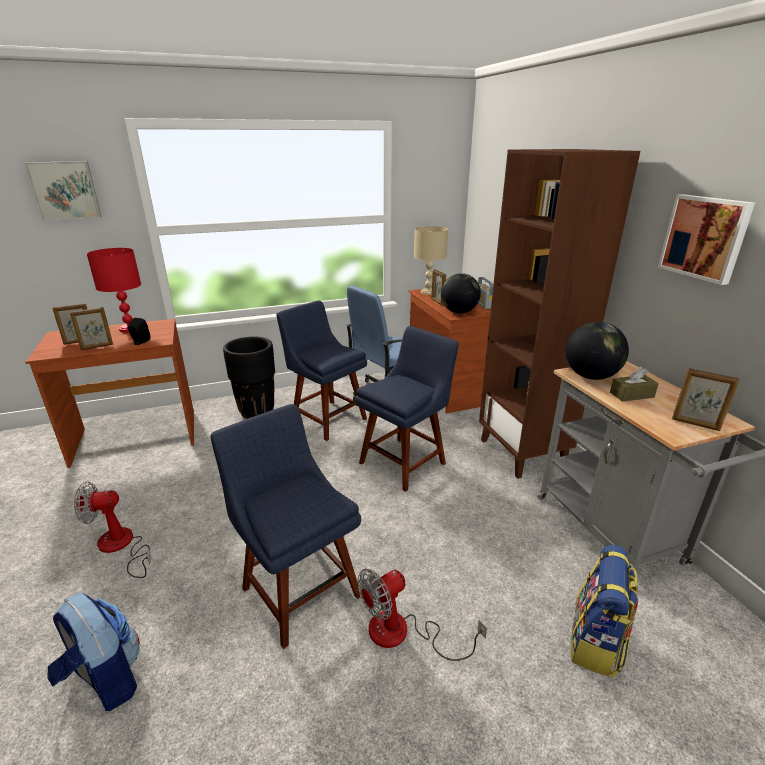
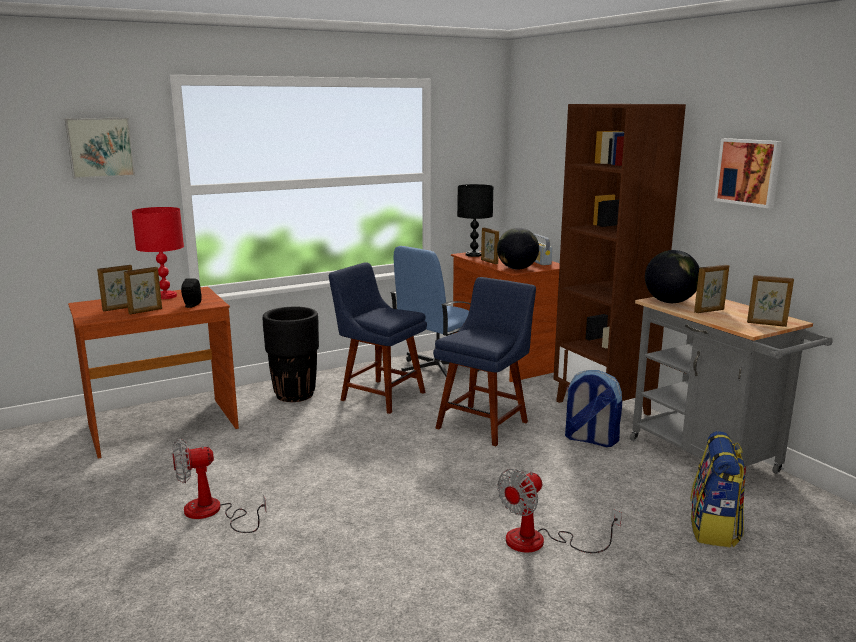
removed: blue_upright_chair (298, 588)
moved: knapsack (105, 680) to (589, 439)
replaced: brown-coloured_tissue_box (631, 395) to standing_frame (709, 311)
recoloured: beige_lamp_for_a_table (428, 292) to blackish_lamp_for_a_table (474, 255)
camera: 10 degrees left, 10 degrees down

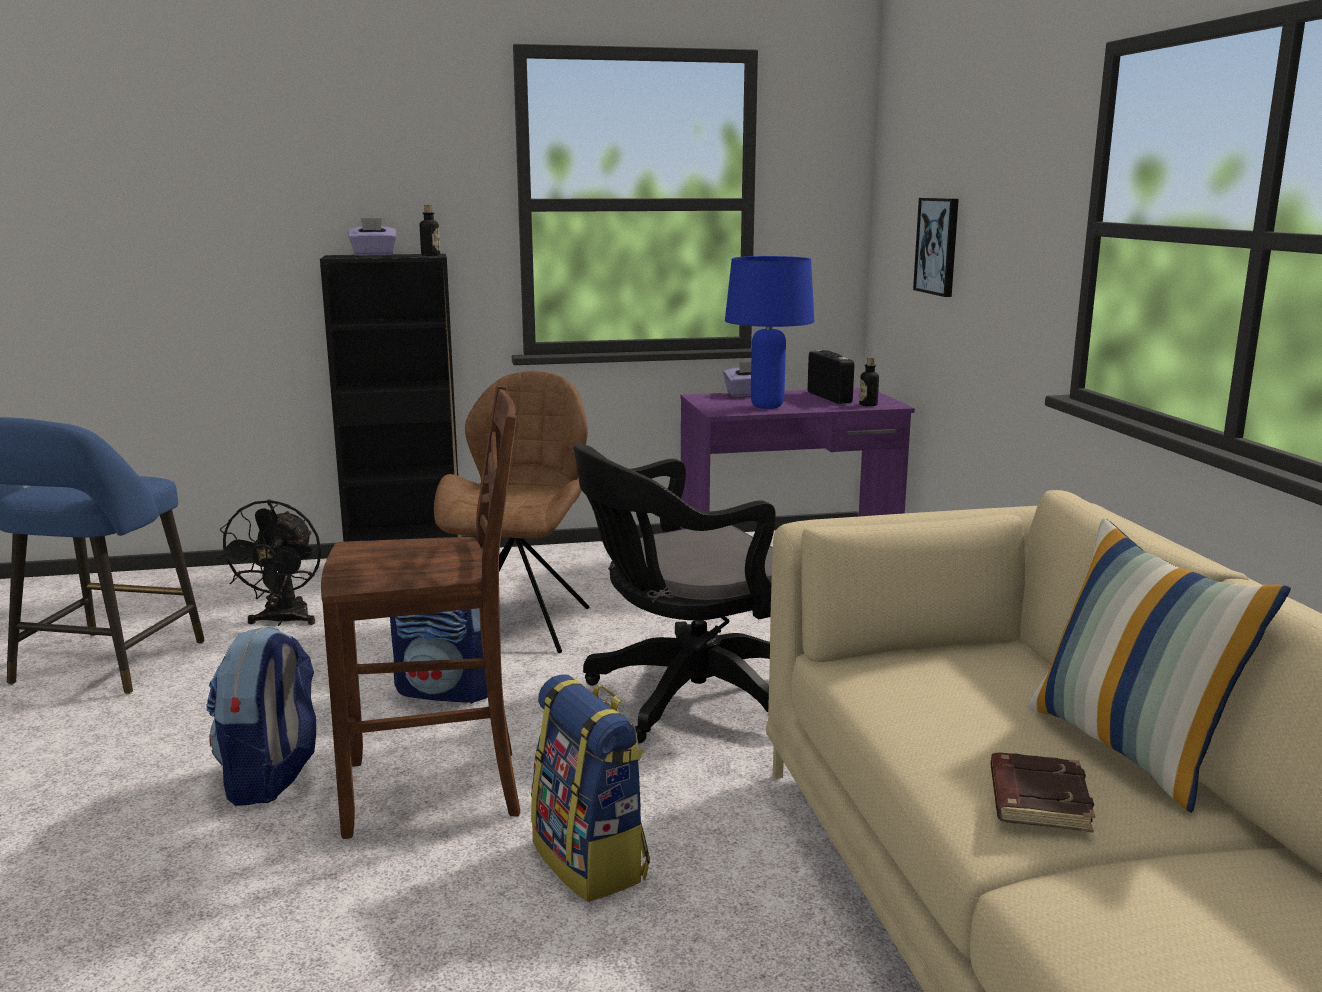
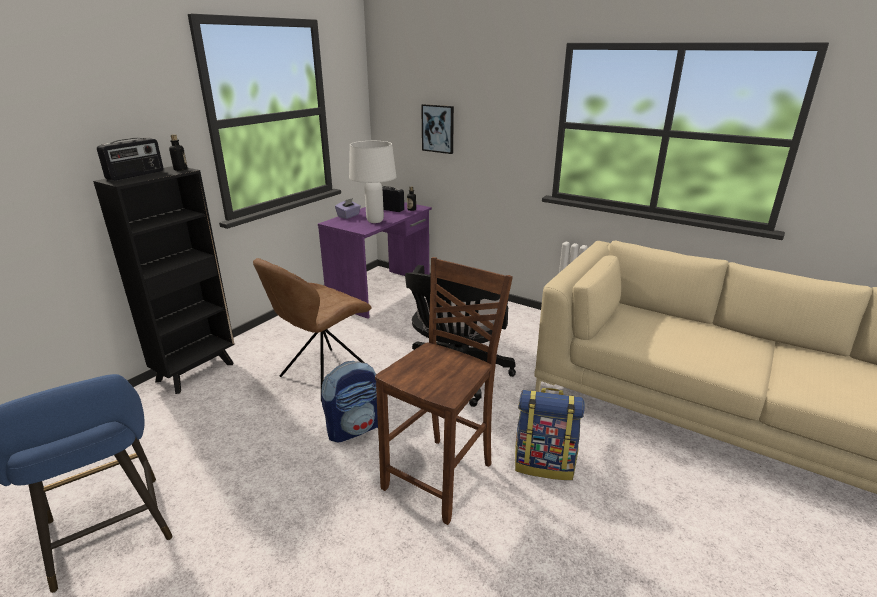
removed: blackish_cooling_fan (283, 621); throw_pillow (1131, 749); knapsack (271, 778); brown-coloured_bound_book (1036, 799)
replaced: purple_tissue_box (374, 255) to radio (136, 175)
recoloured: blue_lamp_for_a_table (767, 406) to whitish_lamp_for_a_table (375, 221)
turned: brown-coloured_upright_chair (521, 623) = (324, 375) 105 degrees counterclockwise
camera: 45 degrees left, 10 degrees up

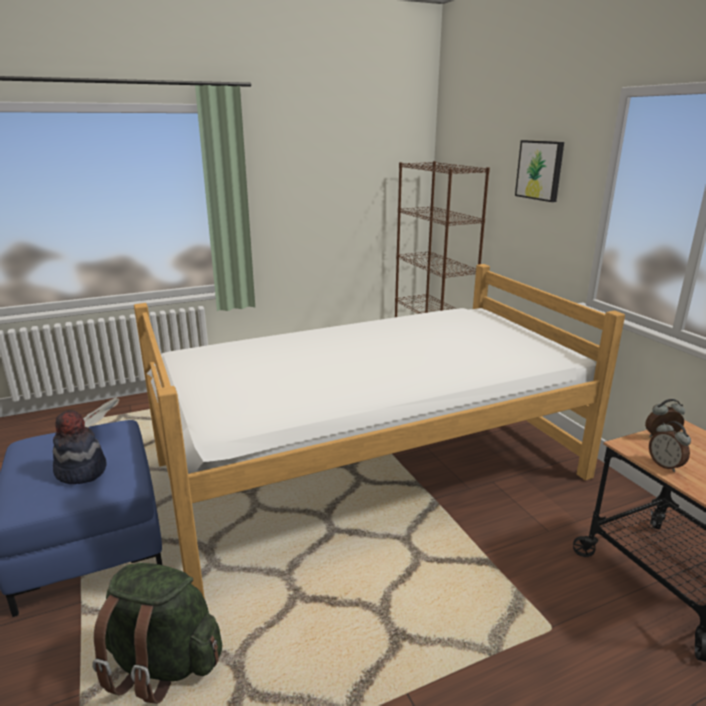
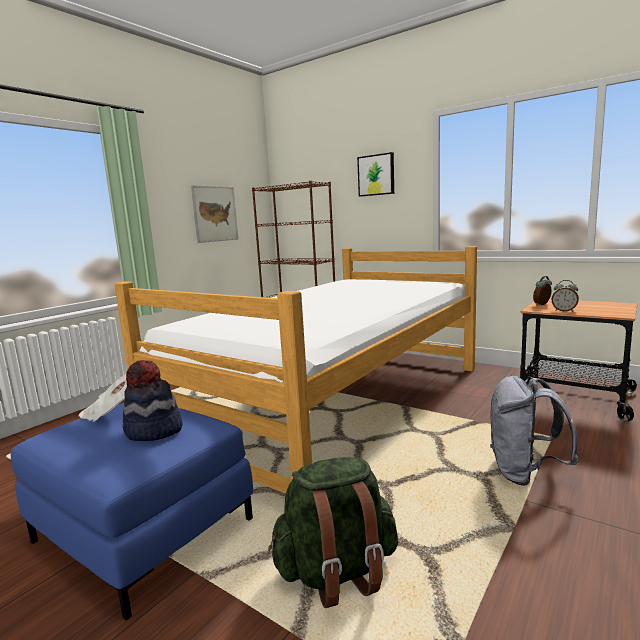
added: wall_art (215, 214); gray_knapsack (524, 473)
camera: 30 degrees left, 10 degrees down

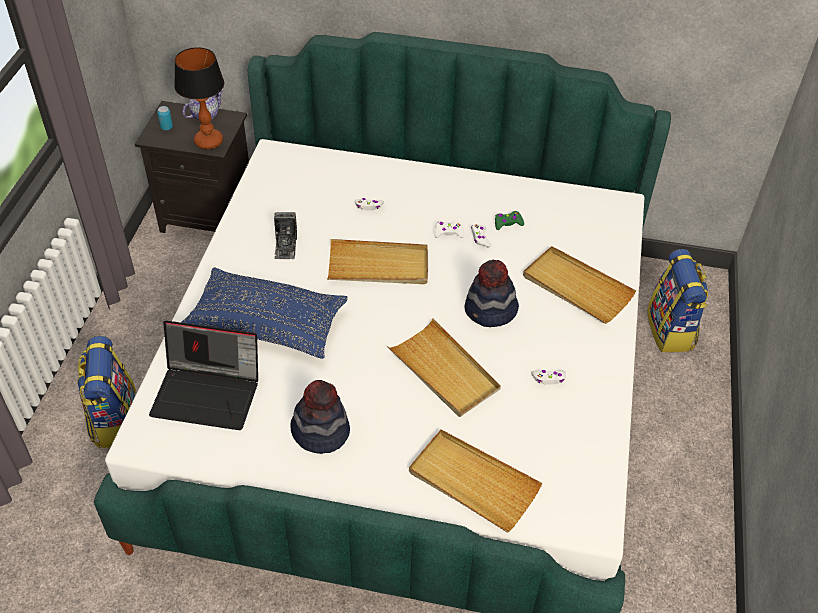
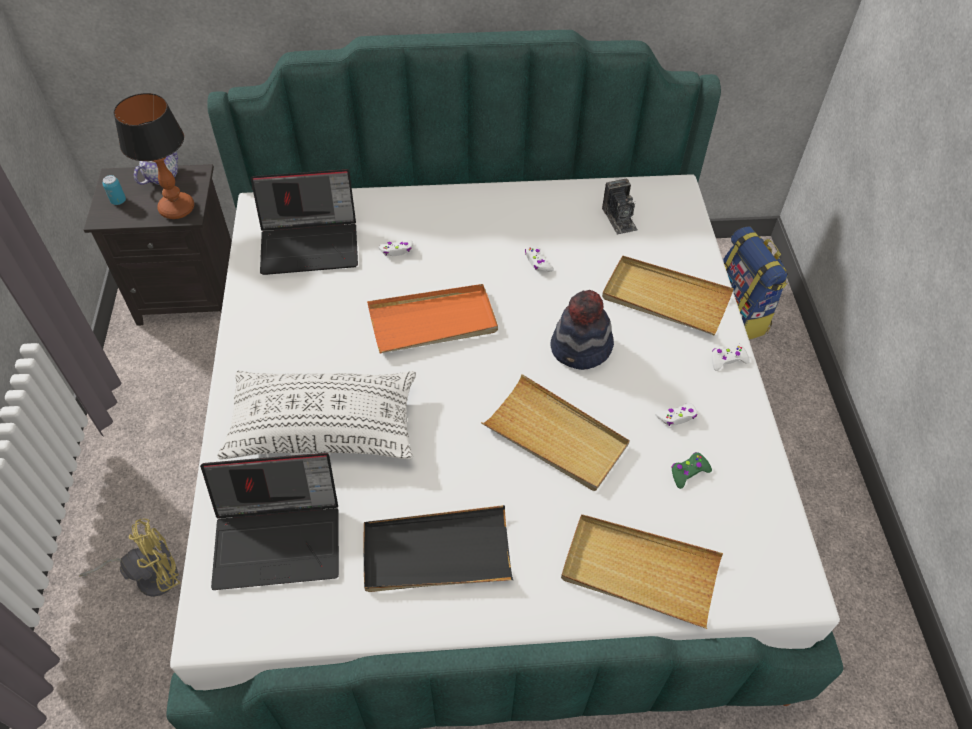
added: laptop (311, 243)
moved: green-coloured_joypad (507, 223) to (688, 472); still_camera (285, 246) to (619, 218); whitish_joypad (448, 233) to (727, 360)
replaced: knapsack (114, 420) to yellow-coloured_cooling_fan (150, 575); hat (320, 431) to blackish_serving_tray (436, 553)
recoloured: beige_serving_tray (378, 266) to orangey_serving_tray (433, 322); blue_throw_pillow (267, 324) to whitish_throw_pillow (324, 427)
camera: 15 degrees left, 5 degrees up

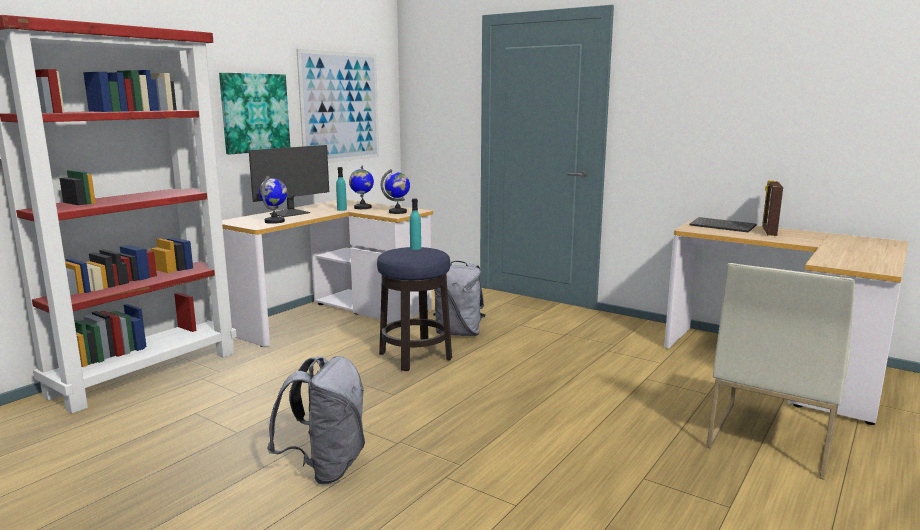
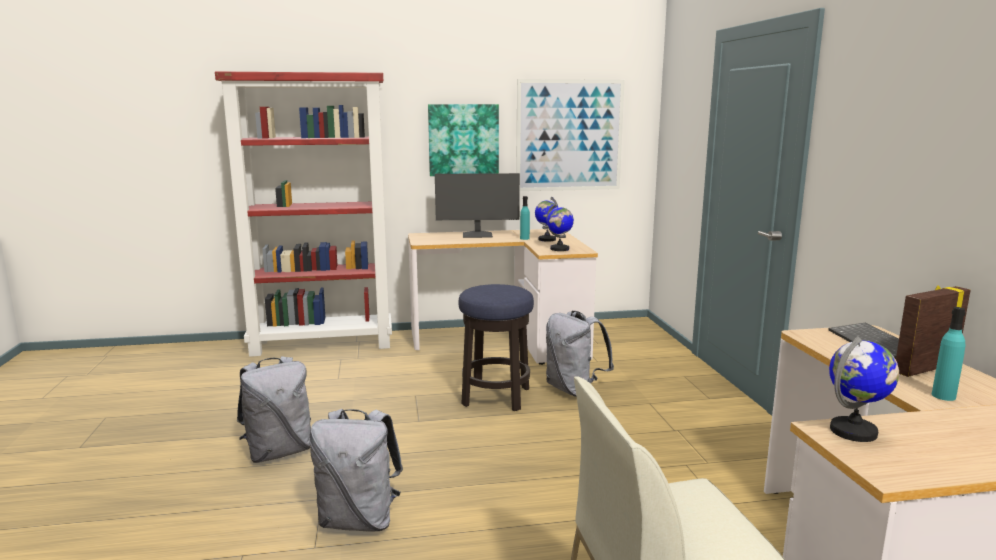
added: gray_knapsack (359, 520)
moved: world_globe (275, 221) to (854, 432); turquoise_drink_bottle (415, 248) to (943, 396)
camera: 45 degrees right, 0 degrees up

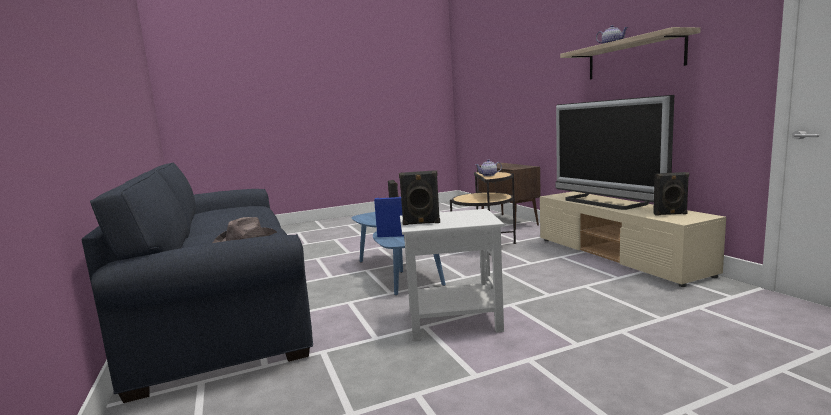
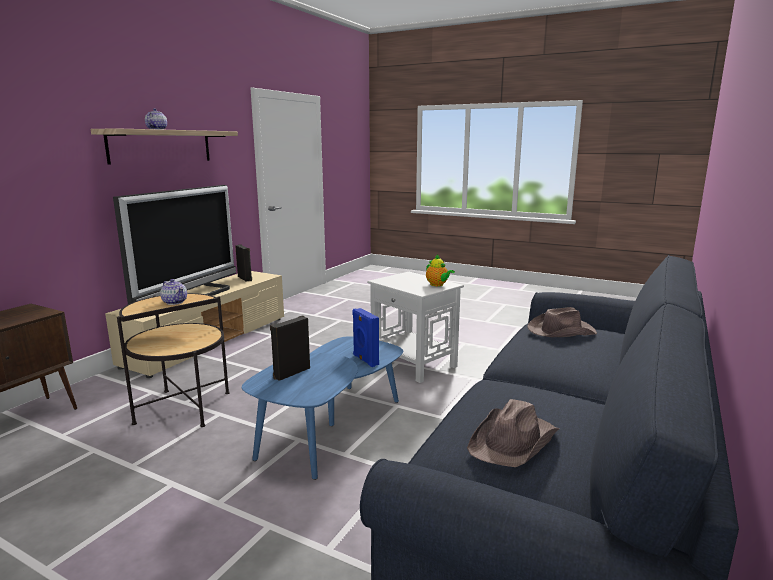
added: brown-coloured_hat (514, 441)
replaced: blackish_speaker (421, 223) to pot_for_tea (438, 285)
camera: 130 degrees left, 5 degrees up

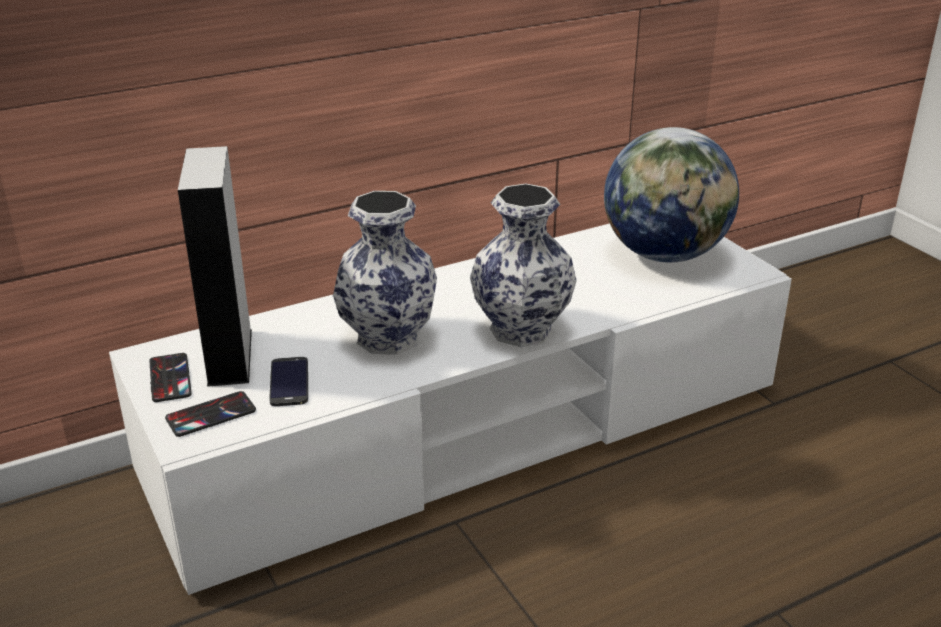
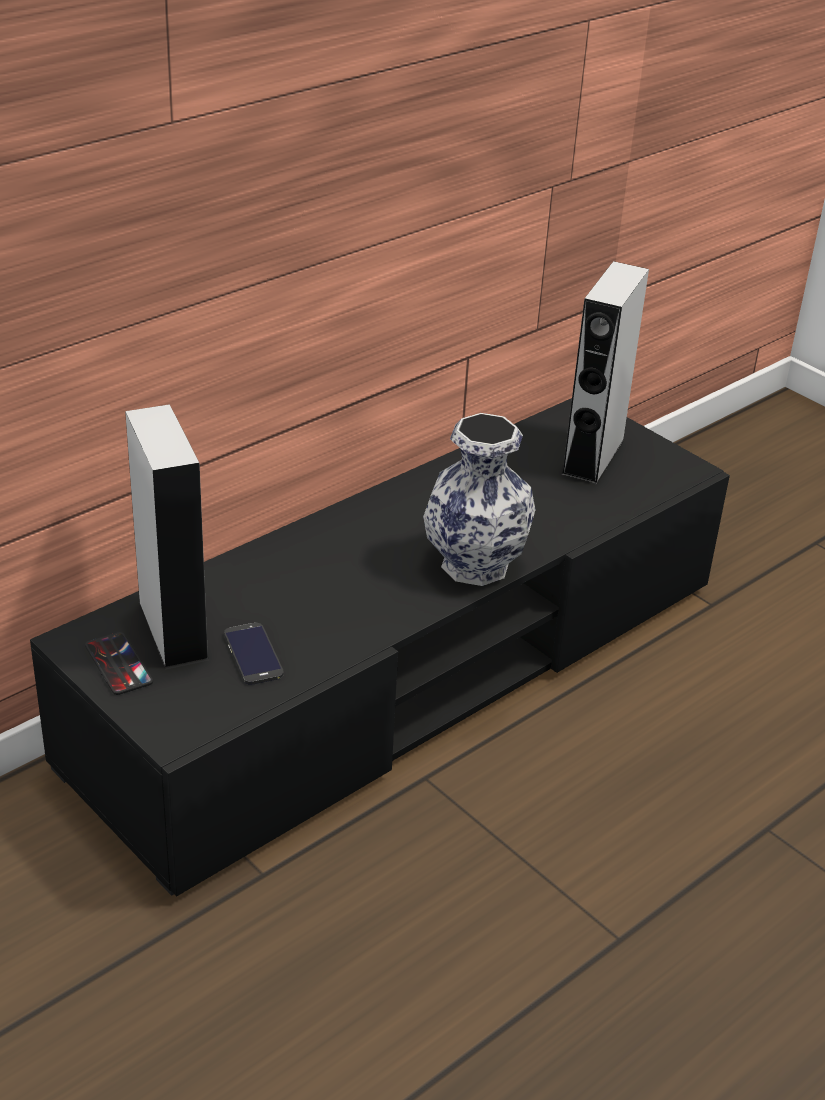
removed: vase (389, 337); handset (211, 414)
replaced: world_globe (665, 254) to gray_speaker (593, 457)
recoloured: whitish_media_console (470, 430) to blackish_media_console (405, 672)
camera: 15 degrees left, 5 degrees up

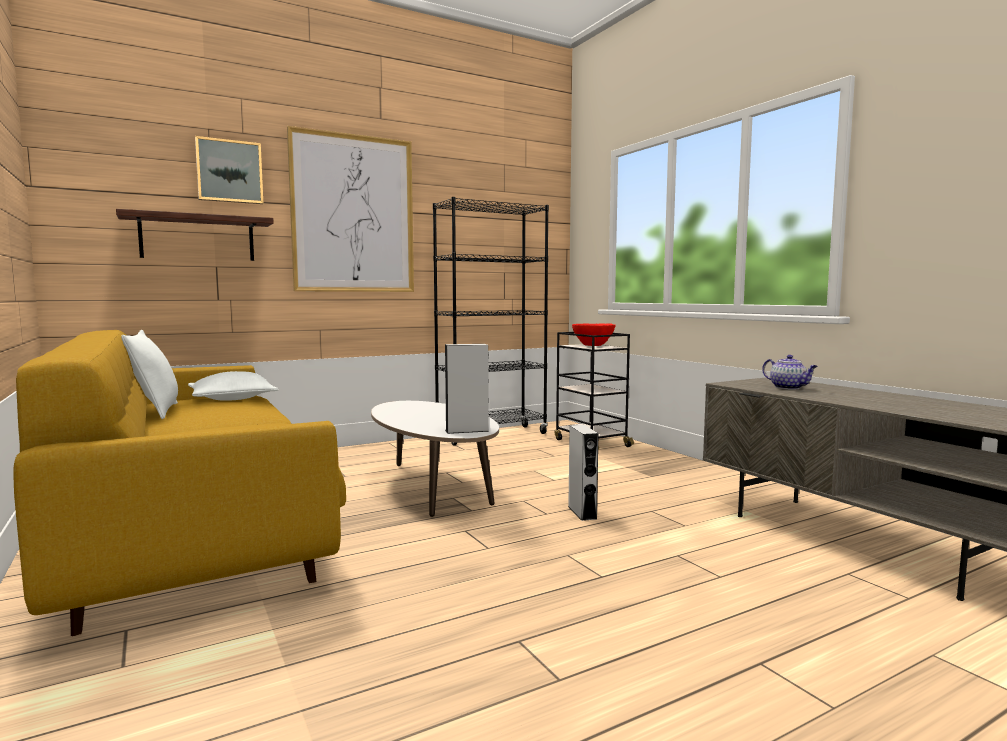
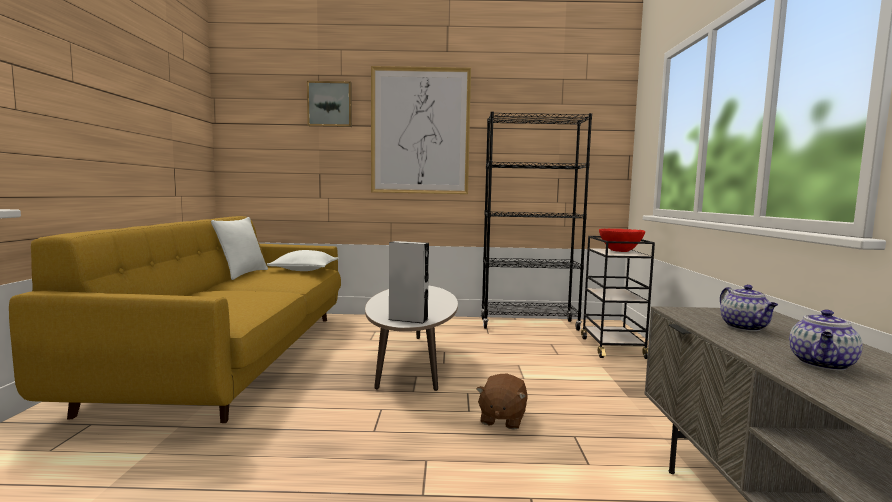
removed: wall_shelf (198, 238)
added: pot_for_tea (822, 364)
replaced: gray_speaker (582, 512) to brown-coloured_plush_toy (502, 419)
camera: 30 degrees right, 0 degrees up

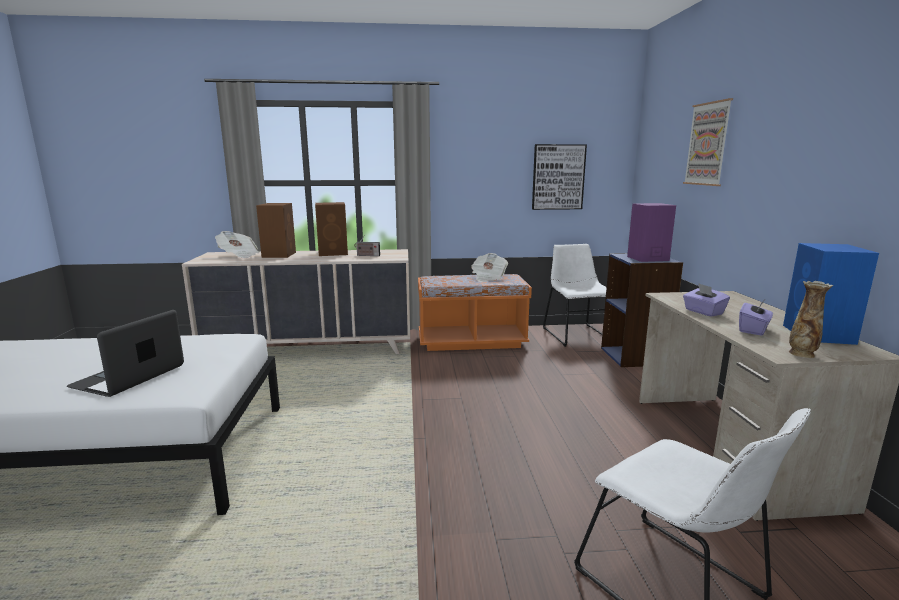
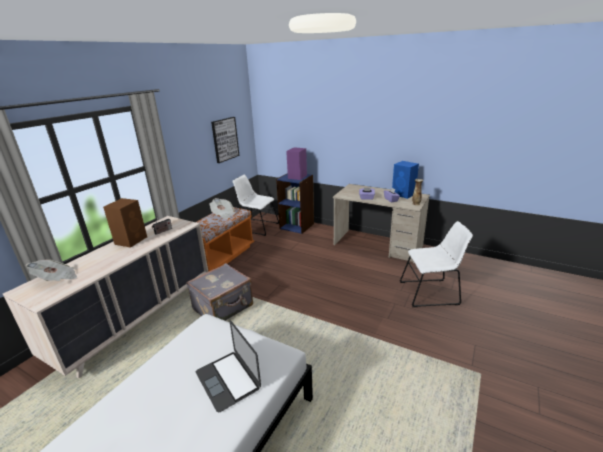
removed: wall_art (708, 144); brown-coloured_speaker (279, 254)
added: gray_suitcase (224, 307)
camera: 55 degrees left, 10 degrees up

